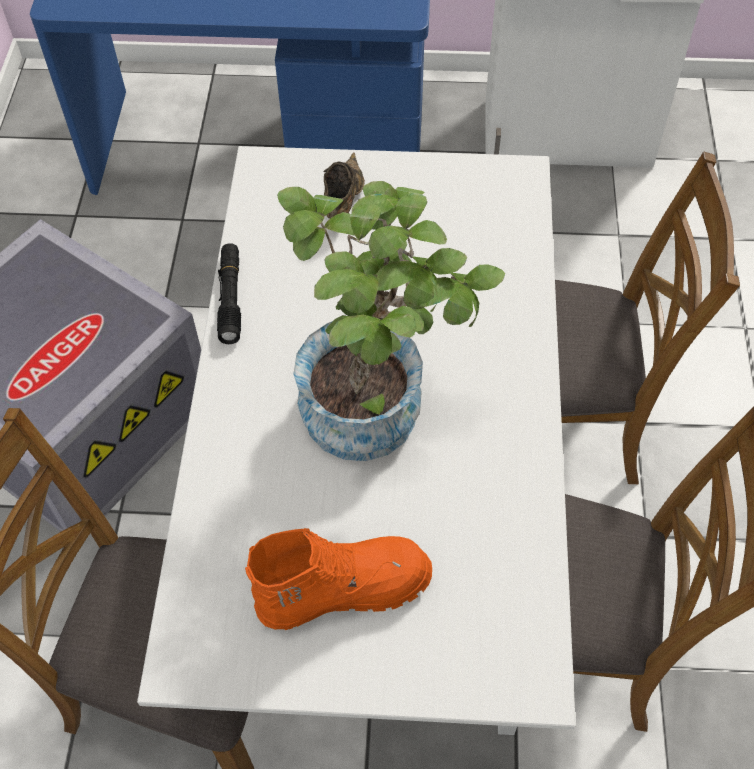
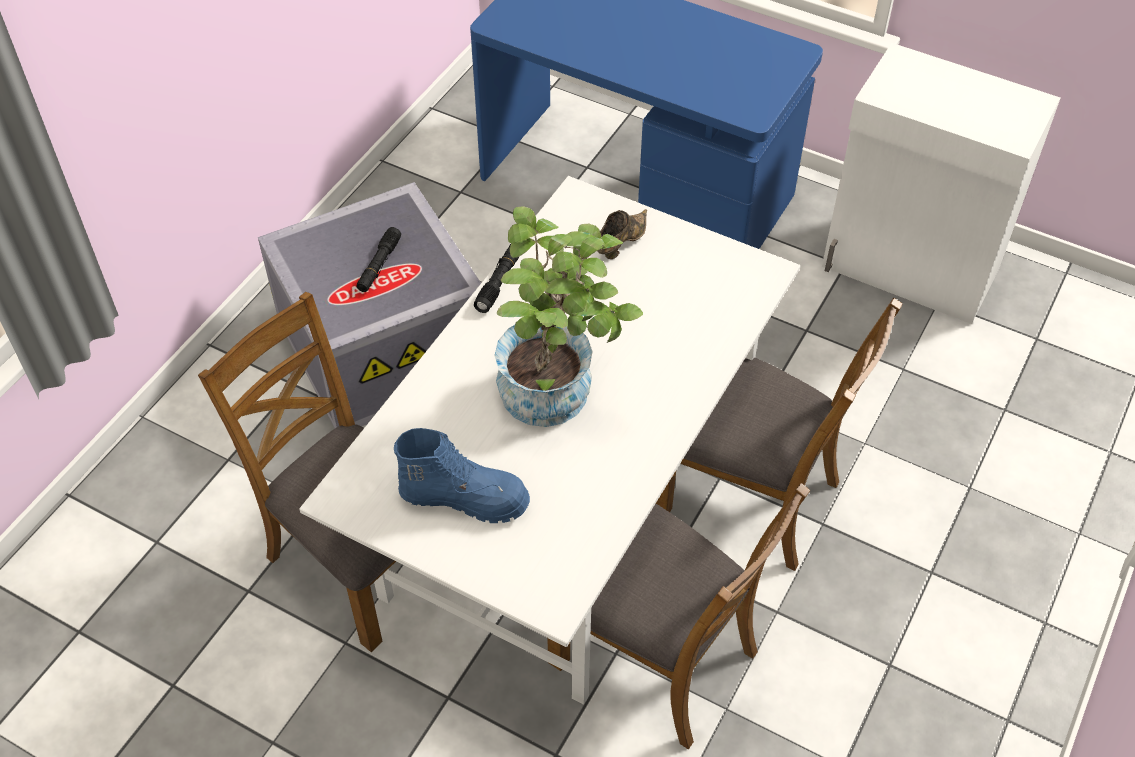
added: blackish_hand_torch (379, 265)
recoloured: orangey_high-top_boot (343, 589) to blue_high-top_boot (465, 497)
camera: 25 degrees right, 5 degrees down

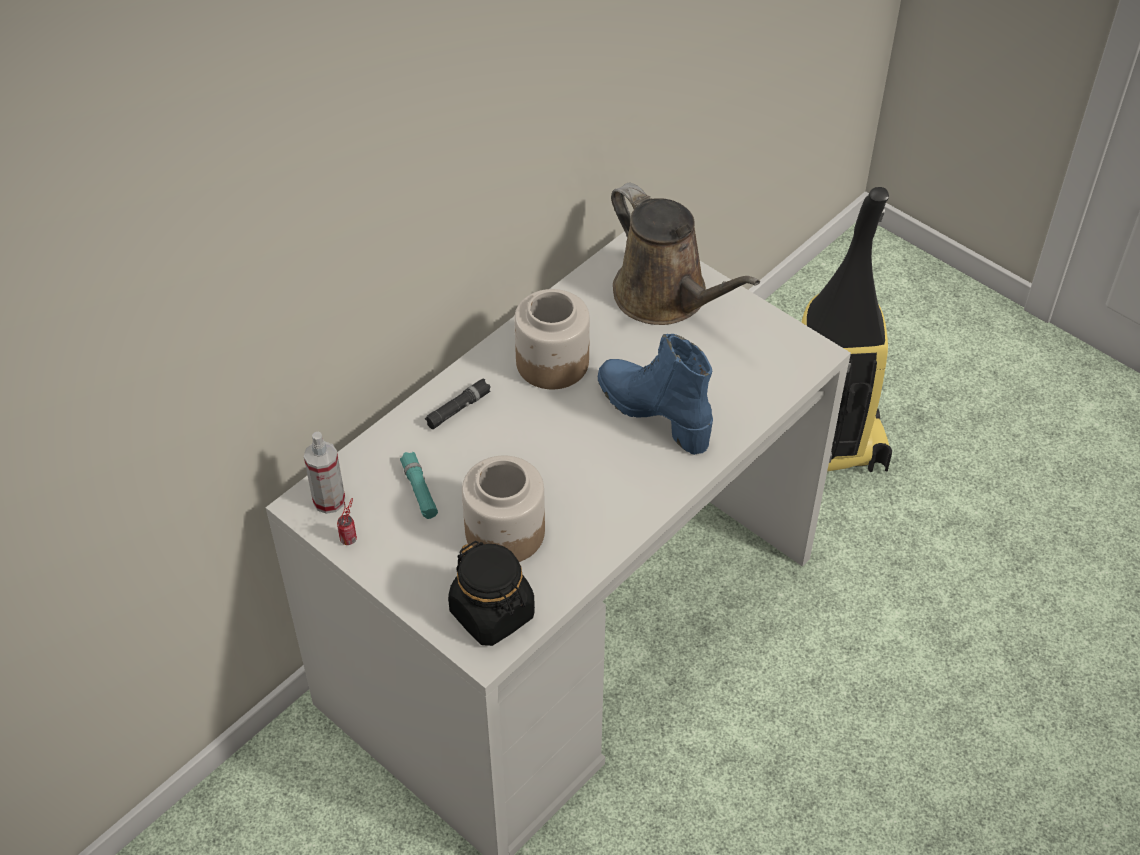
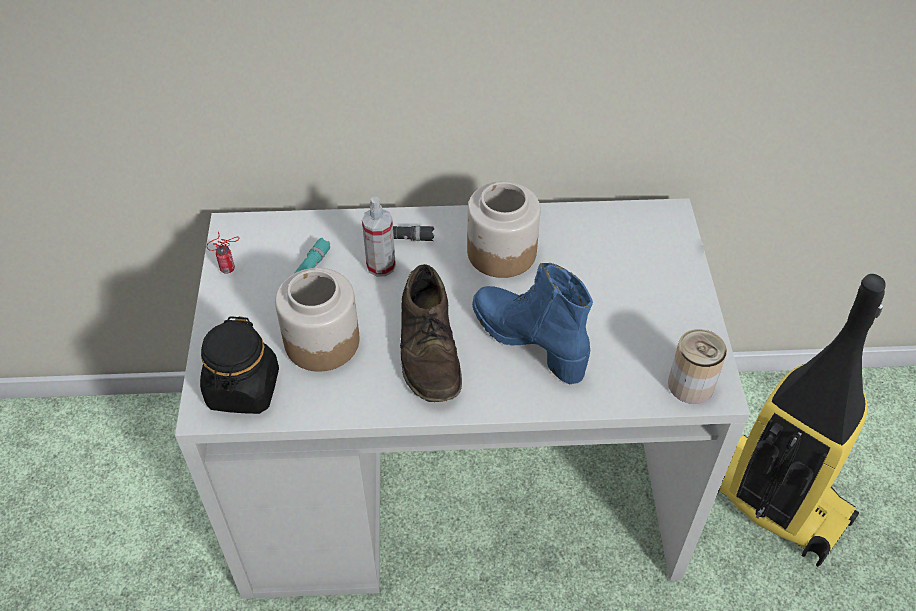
removed: brown-coloured_sprinkling_can (666, 297)
added: brown-coloured_item_of_footwear (429, 347); can (690, 384)
moved: hand_sprayer (329, 500) to (381, 266)
turned: blue_high-top_boot (654, 413) = (529, 341) 45 degrees counterclockwise
camera: 45 degrees right, 0 degrees up

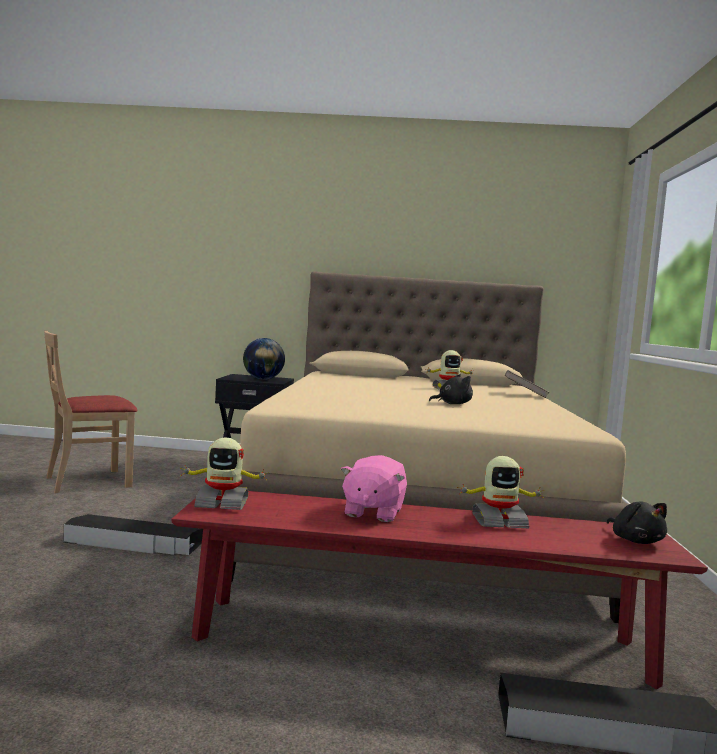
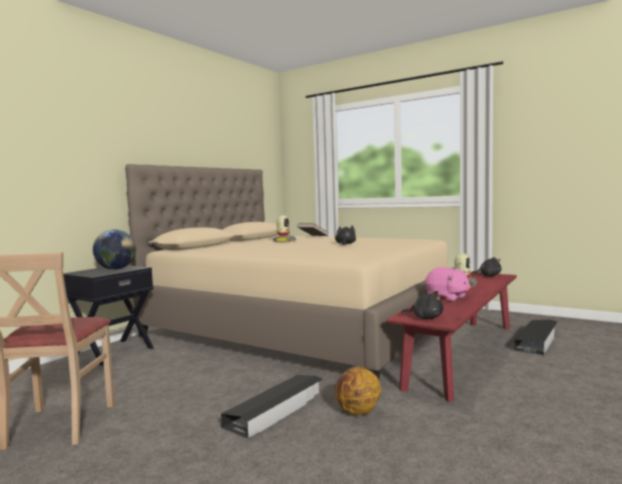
added: basketball_ball (358, 412)
replaced: model_robot (222, 503) to blackish_plush_toy (425, 318)
camera: 60 degrees left, 0 degrees up

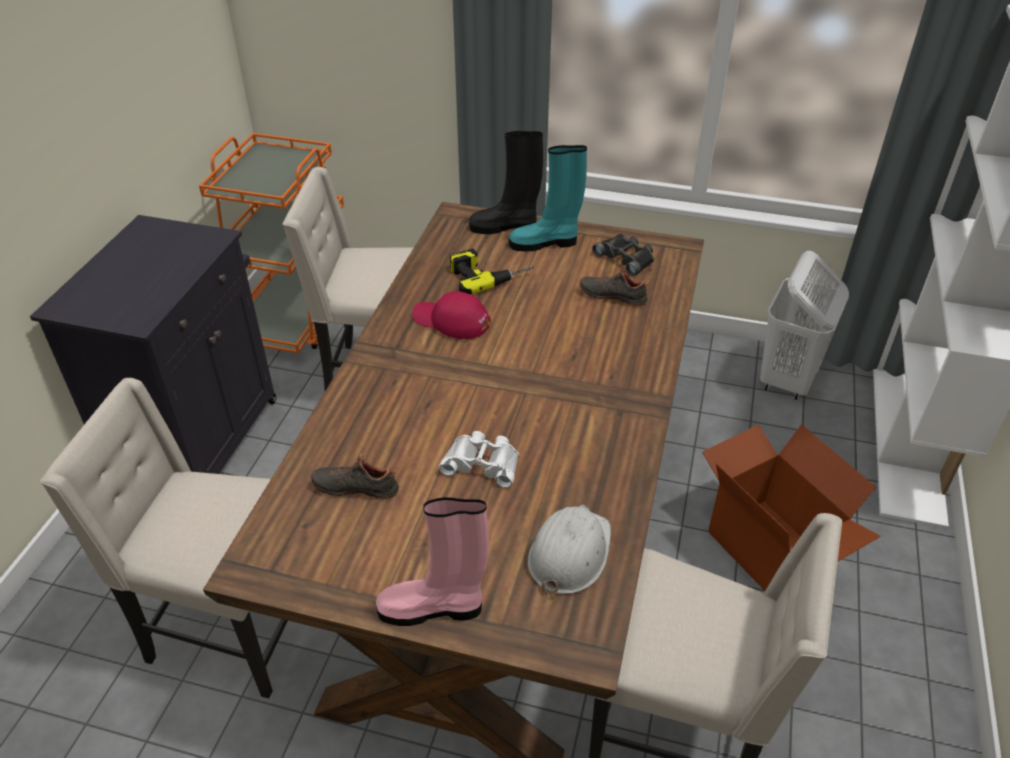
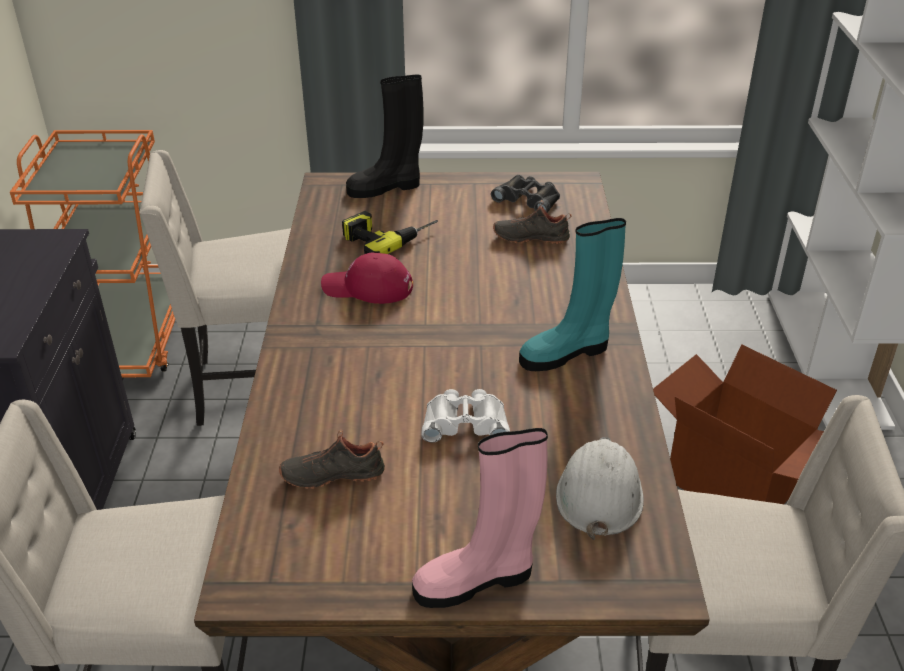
removed: whitish_washing_basket (787, 380)
moved: turquoise_high-top_boot (545, 243) to (566, 353)
camera: 15 degrees left, 5 degrees down

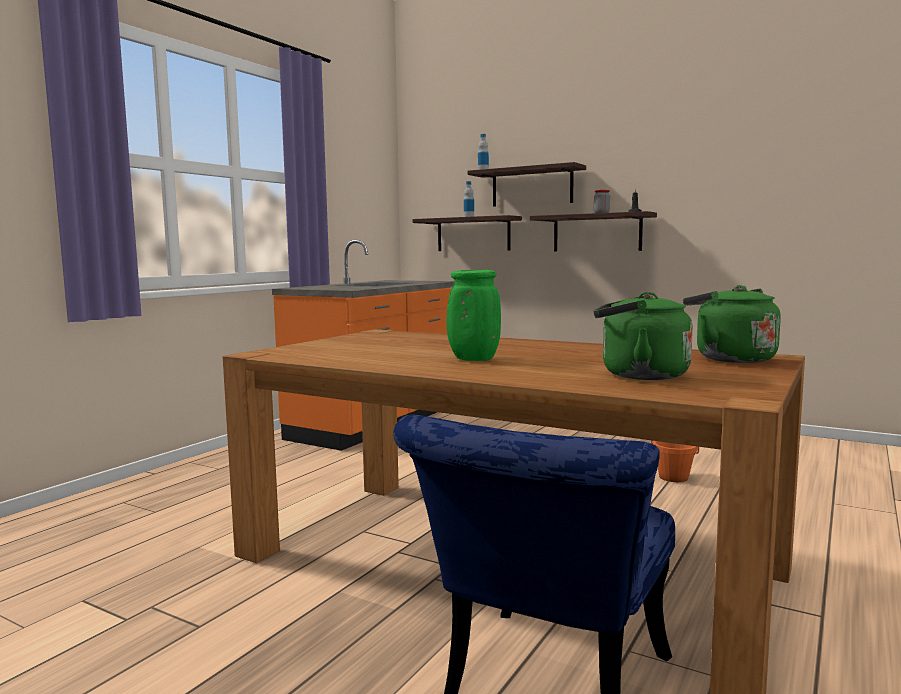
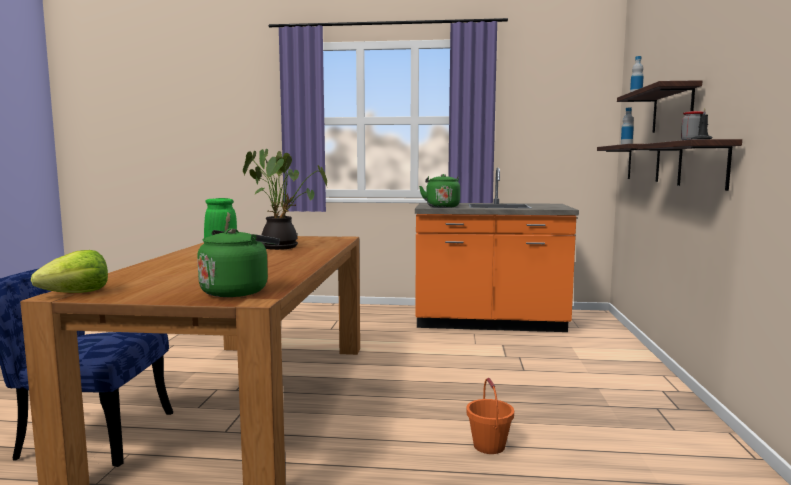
added: houseplant (282, 247); head_of_lettuce (77, 293)
moved: green-coloured_kettle (638, 375) to (442, 206)
camera: 65 degrees right, 0 degrees up

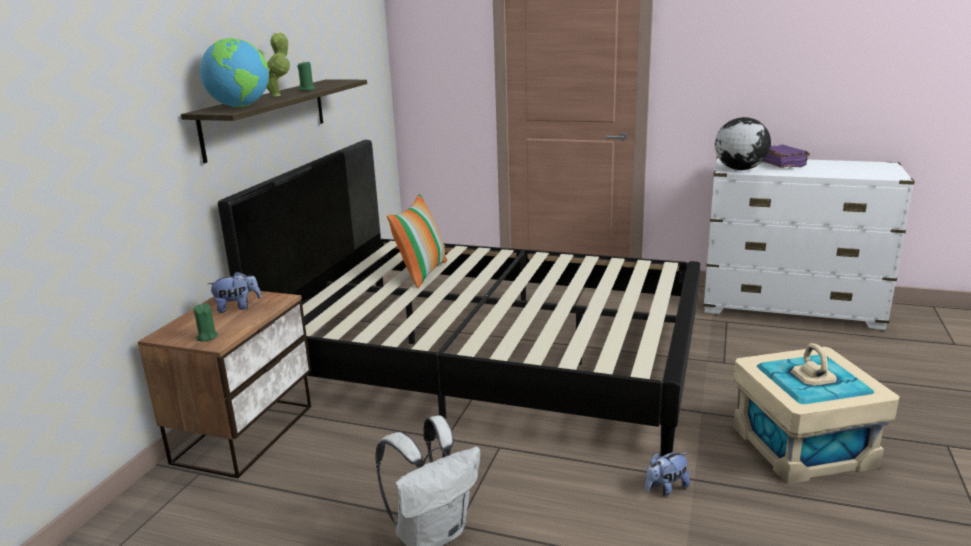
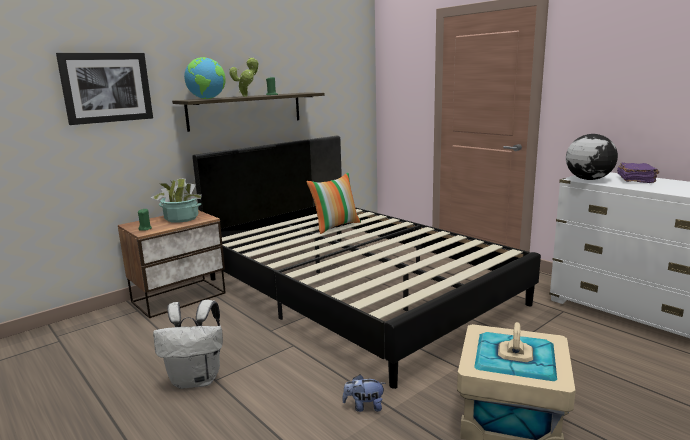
added: wall_art (107, 87)
replaced: plush_toy (237, 307) to houseplant (181, 218)
camera: 30 degrees right, 5 degrees down

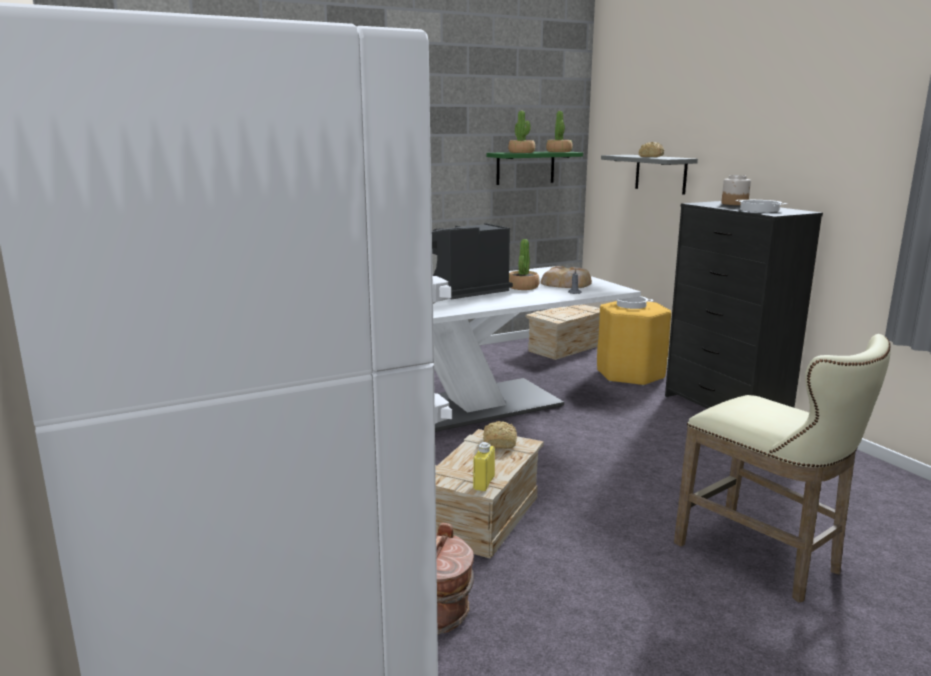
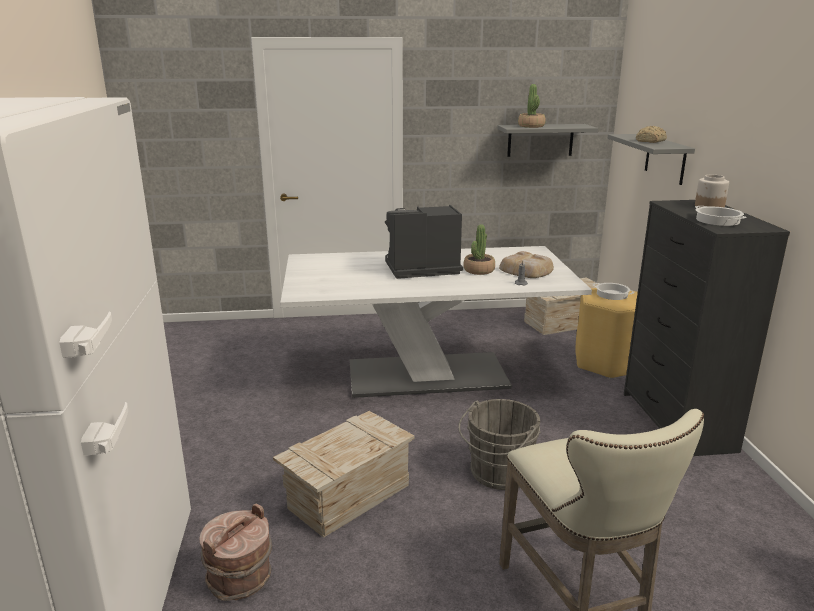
removed: houseplant (559, 151); baked_bread (500, 442); yellow-coloured_drink_bottle (484, 483)
added: gray_pail (497, 474)
recoloured: green-coloured_wall_shelf (525, 167) to gray_wall_shelf (540, 140)
camera: 20 degrees right, 5 degrees up

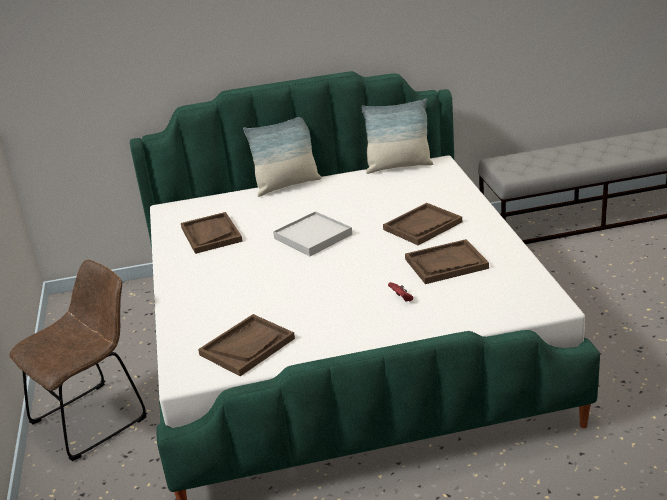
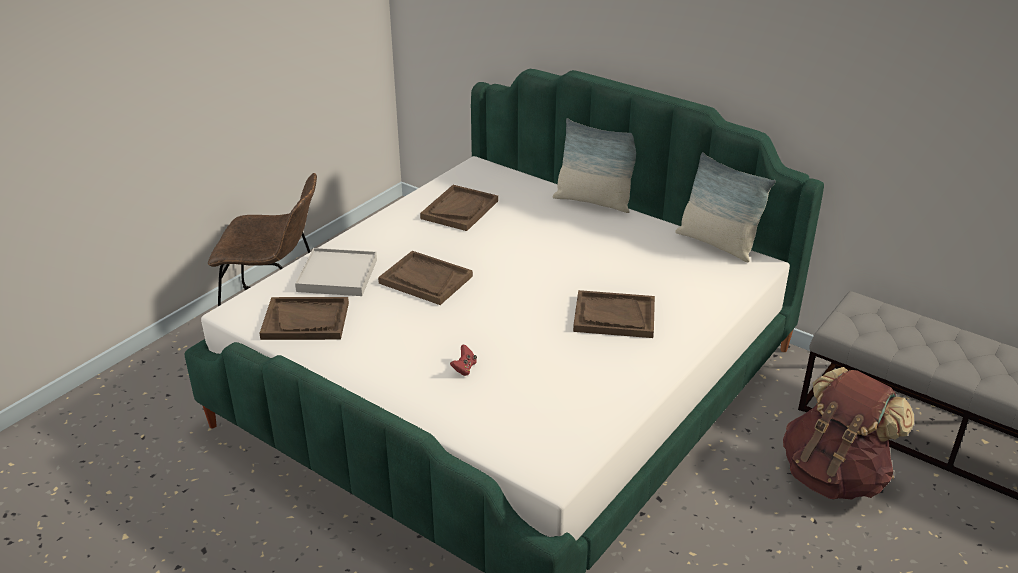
added: brown-coloured_knapsack (834, 475)
moved: whitish_serving_tray (313, 236) to (337, 275); brown-coloured_serving_tray (446, 264) to (425, 280)
camera: 45 degrees right, 5 degrees up

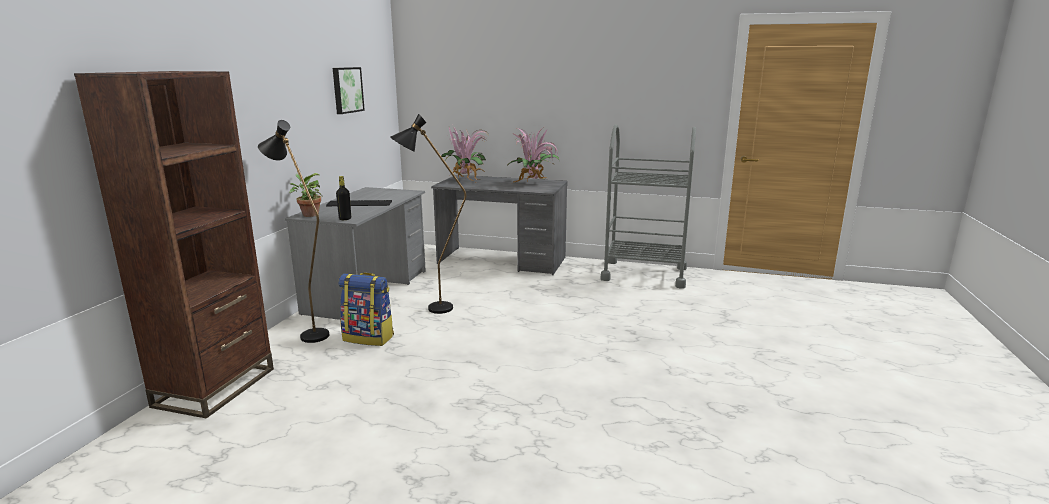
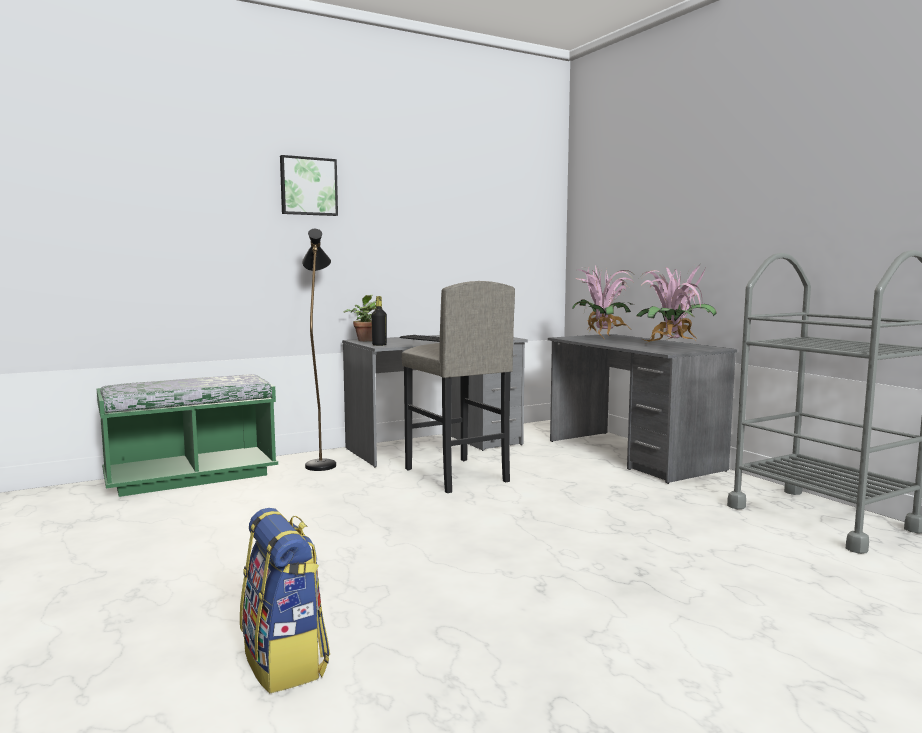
moved: wall_art (346, 90) to (308, 186); knapsack (369, 338) to (286, 661)
replaced: brown-coloured_bookcase (215, 387) to green-coloured_long_seat (191, 477); blackish_standard_lamp (431, 309) to gray_stool (455, 475)
camera: 45 degrees right, 10 degrees down

